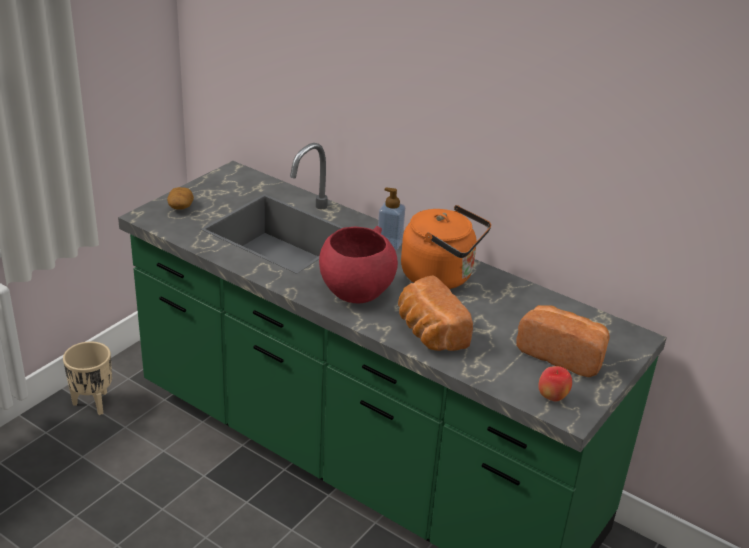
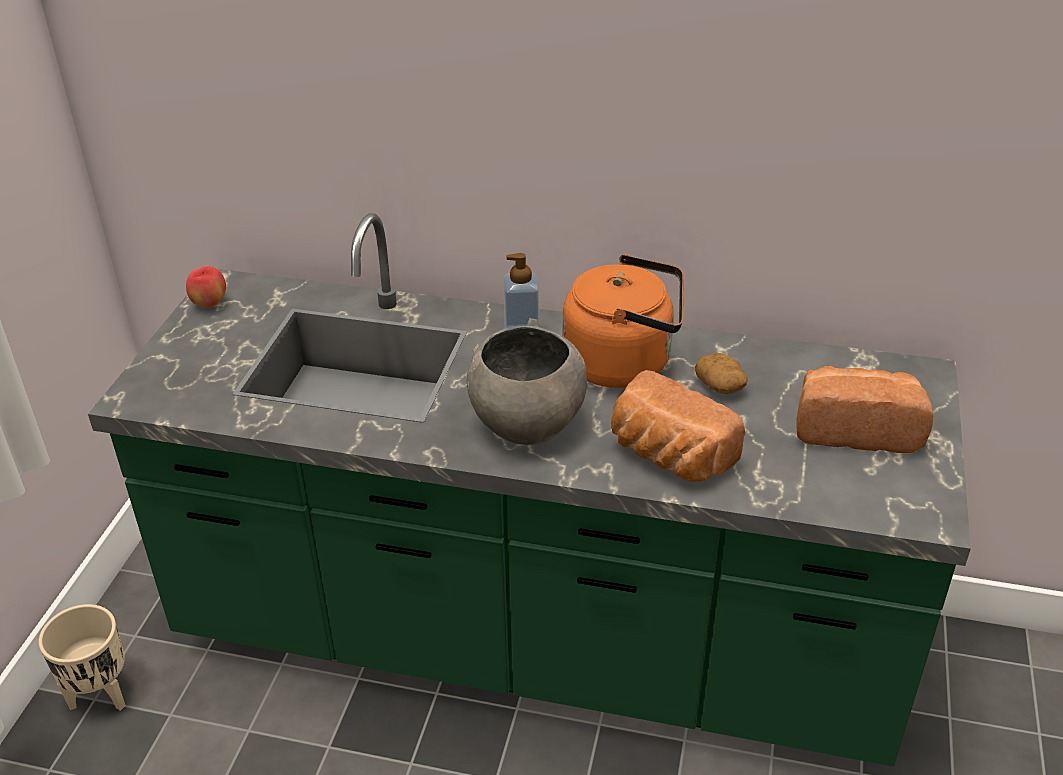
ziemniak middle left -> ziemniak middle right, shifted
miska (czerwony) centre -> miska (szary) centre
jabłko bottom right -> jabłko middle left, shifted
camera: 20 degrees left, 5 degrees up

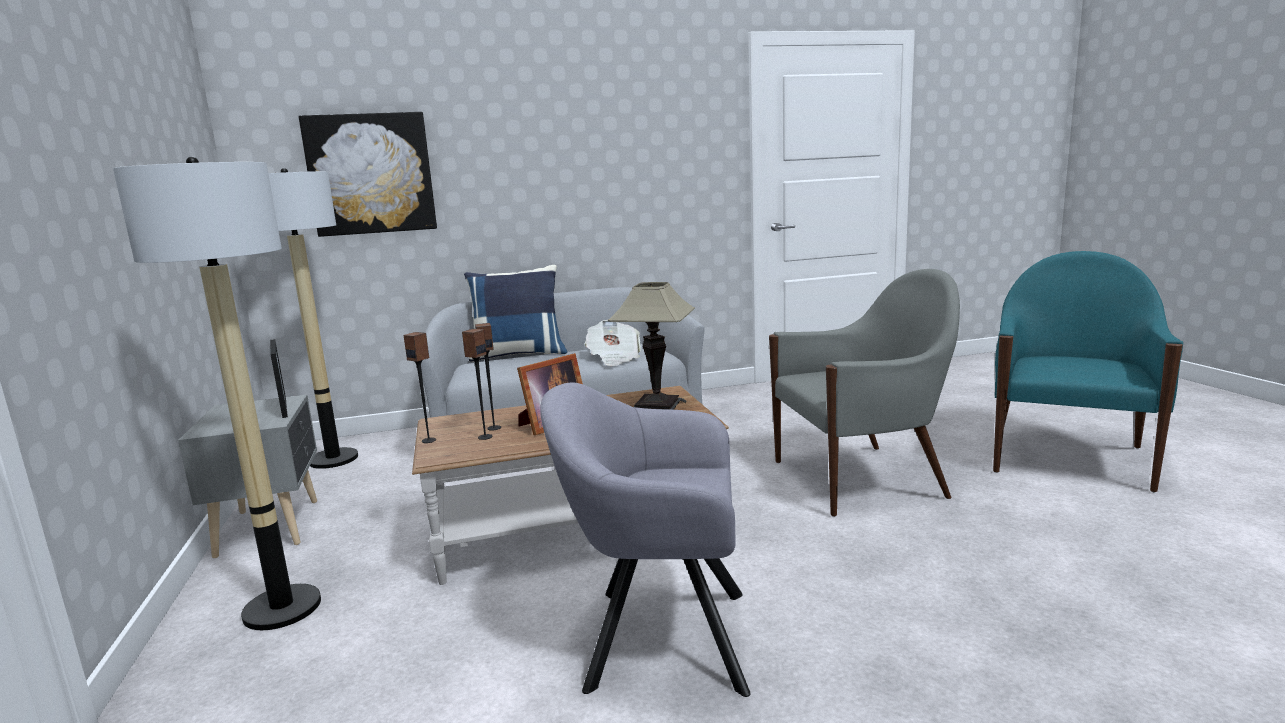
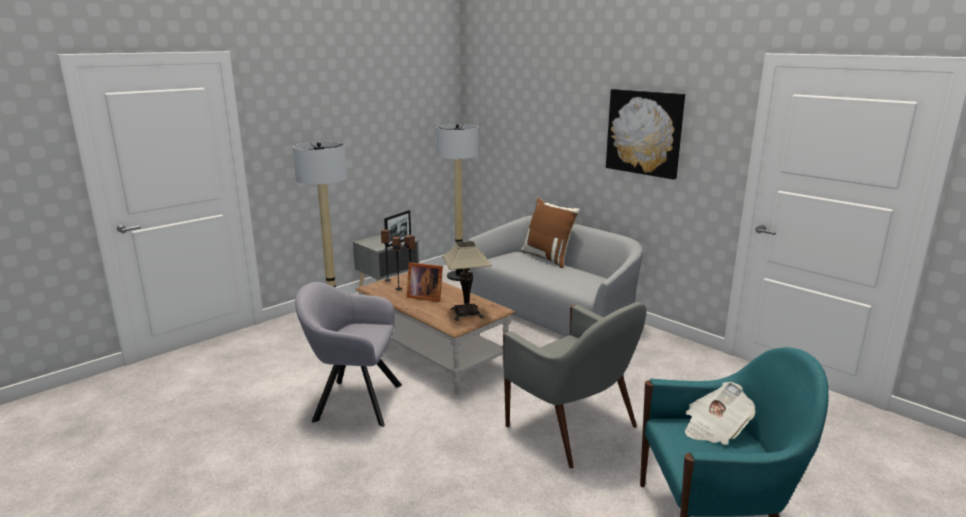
obraz top left -> obraz top right, shifted
poduszka (niebieski) centre -> poduszka (brązowy) centre
fotel (szary) (no. 1 from left) bottom centre, 60 degrees counterclockwise
gazeta centre -> gazeta bottom right, shifted
camera: 60 degrees right, 5 degrees up

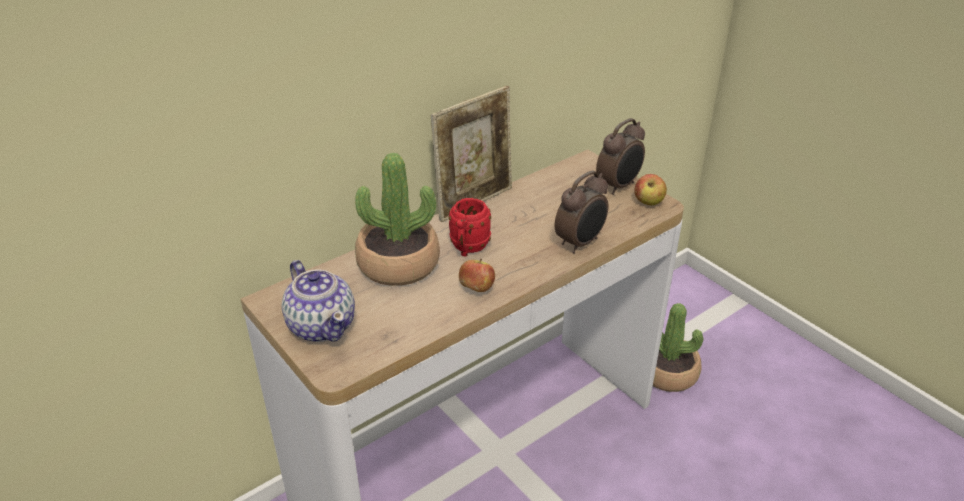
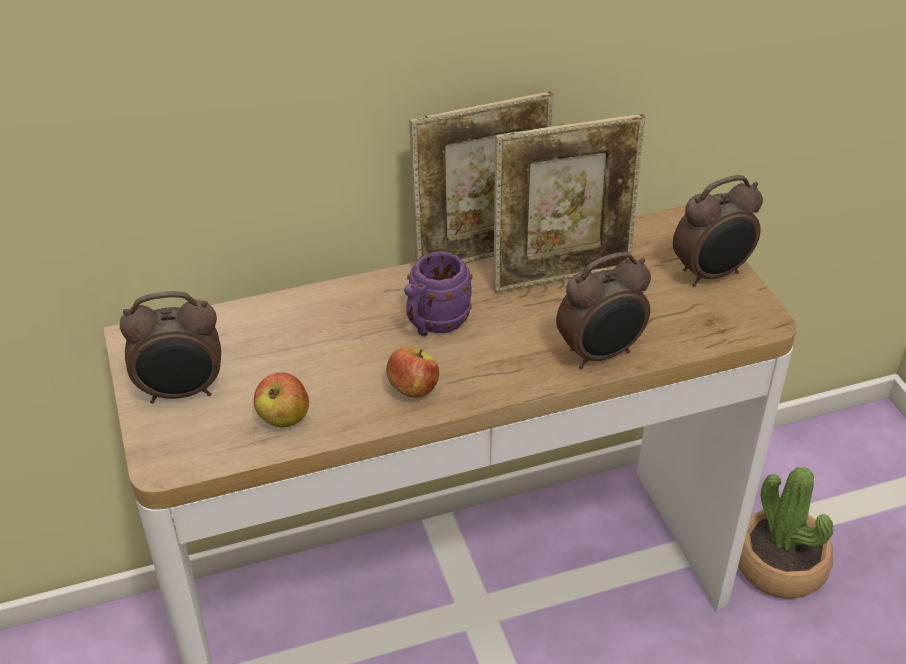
imbryk middle left -> budzik (no. 1 from left) middle left
roślina doniczkowa (no. 1 from left) centre -> none
kubek (czerwony) centre -> kubek (fioletowy) centre
jabłko (no. 2 from left in the first image) middle right -> jabłko (no. 1 from left) middle left, shifted
none -> ramka na zdjęcie (no. 2 from left) top centre
camera: 20 degrees right, 5 degrees up

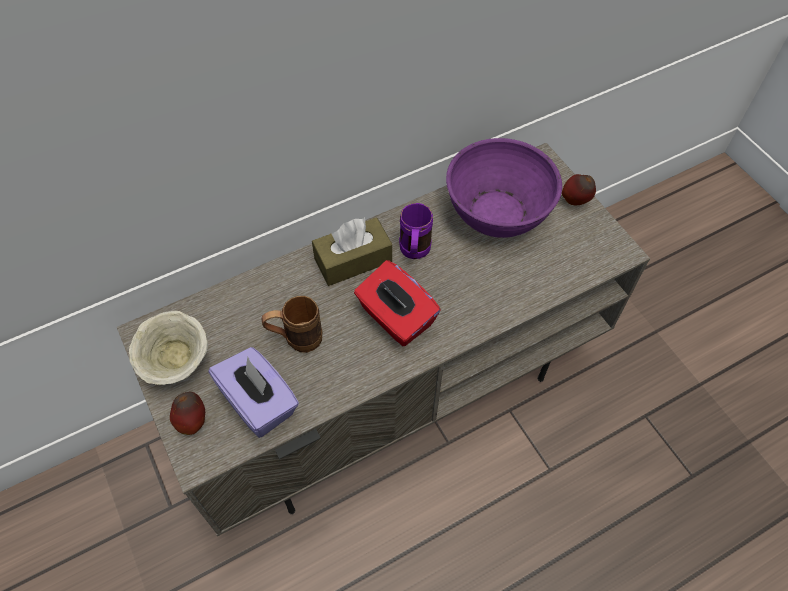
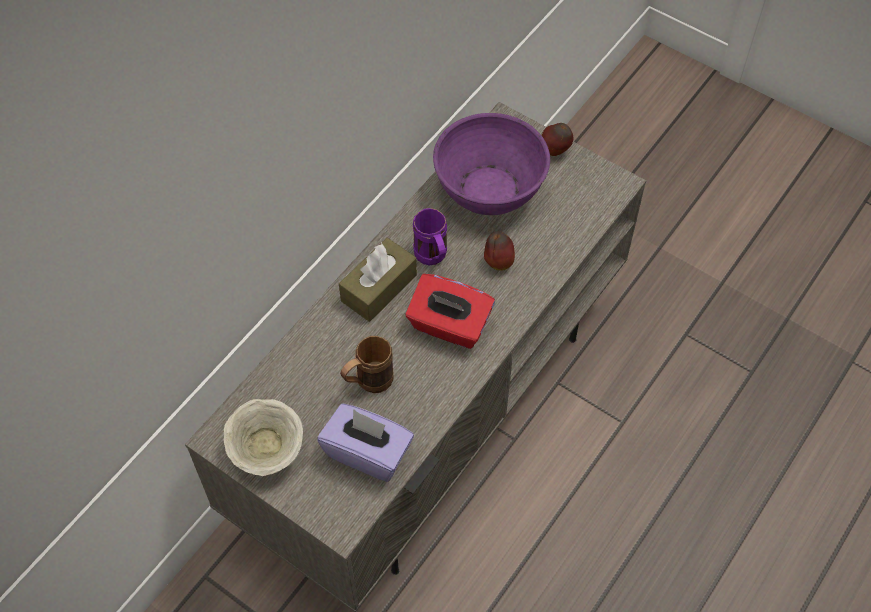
jabłko (no. 1 from left) bottom left -> jabłko (no. 1 from left) centre, shifted
camera: 25 degrees left, 0 degrees up

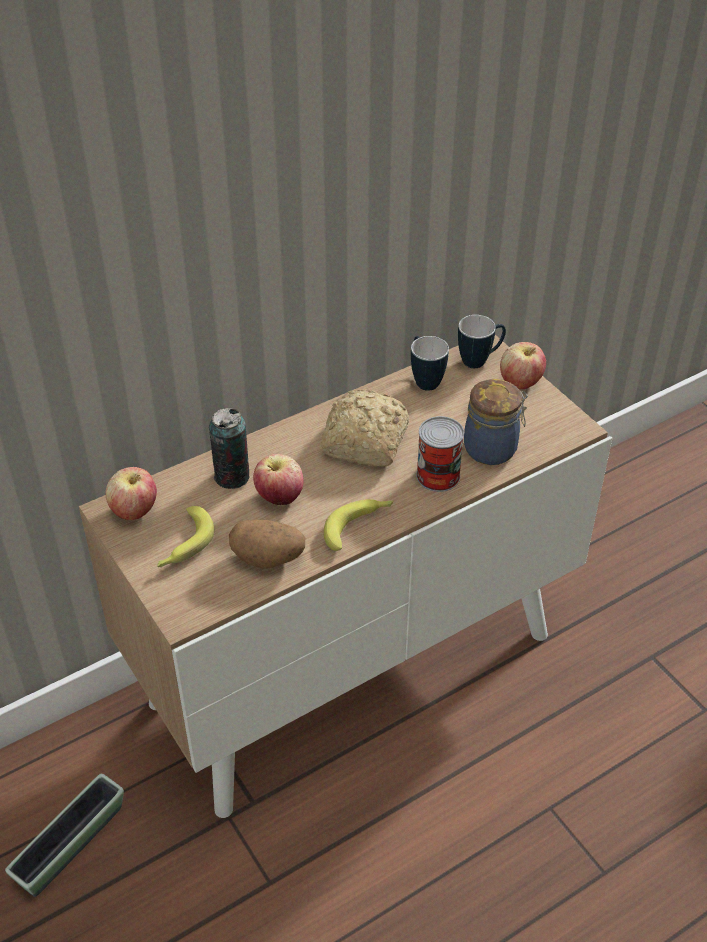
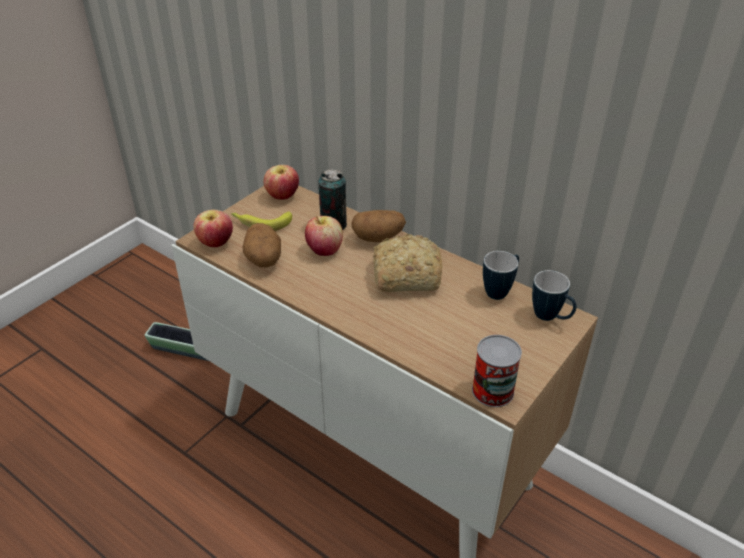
banan (no. 2 from left) centre -> none
puszka (no. 2 from left) centre -> puszka (no. 2 from left) middle right, shifted
słoik middle right -> none
jabłko (no. 3 from left in the first image) middle right -> jabłko (no. 1 from left) middle left, shifted
none -> ziemniak (no. 2 from left) centre
camera: 70 degrees right, 5 degrees down

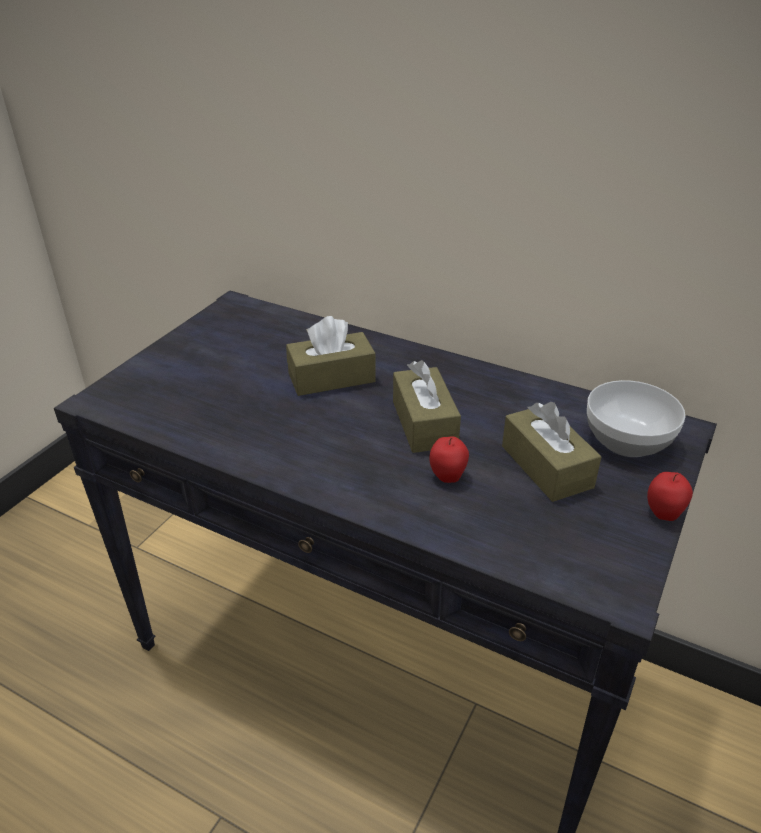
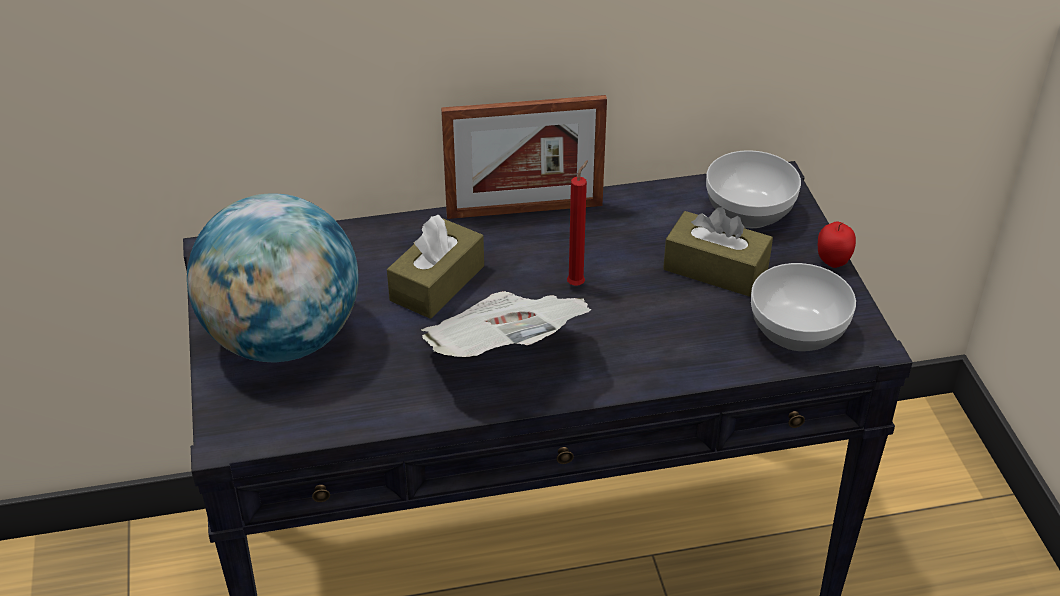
pudełko chusteczek (brązowy) (no. 2 from left) centre -> świeca (czerwony) centre
jabłko (no. 1 from left) centre -> none
none -> globus middle left
none -> gazeta centre
none -> ramka na zdjęcie top centre
none -> miska (no. 2 from left) middle right
camera: 40 degrees left, 5 degrees up

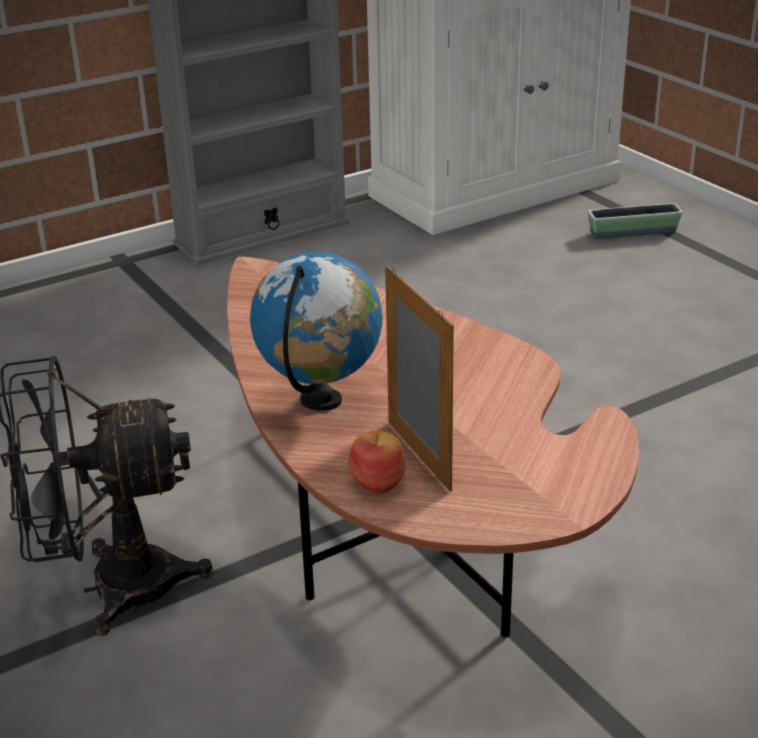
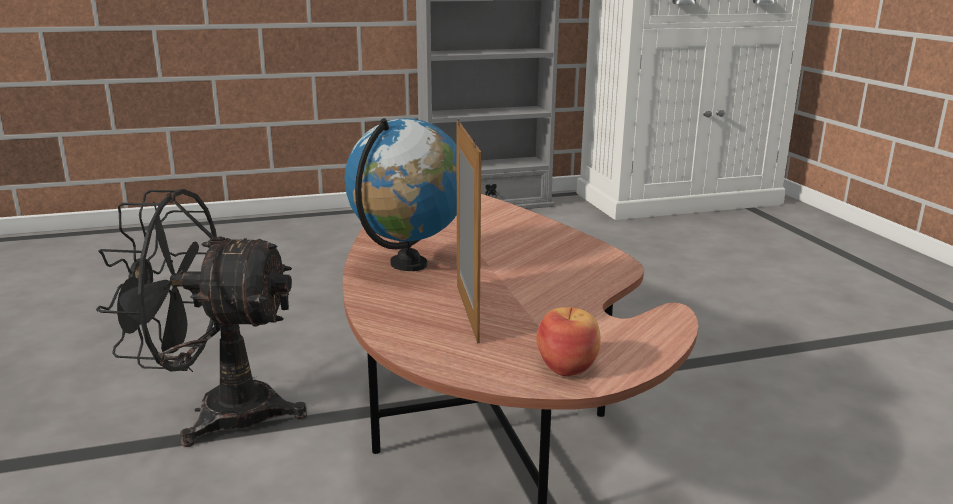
jabłko centre -> jabłko bottom centre, shifted
donica top right -> none
camera: 15 degrees right, 10 degrees down

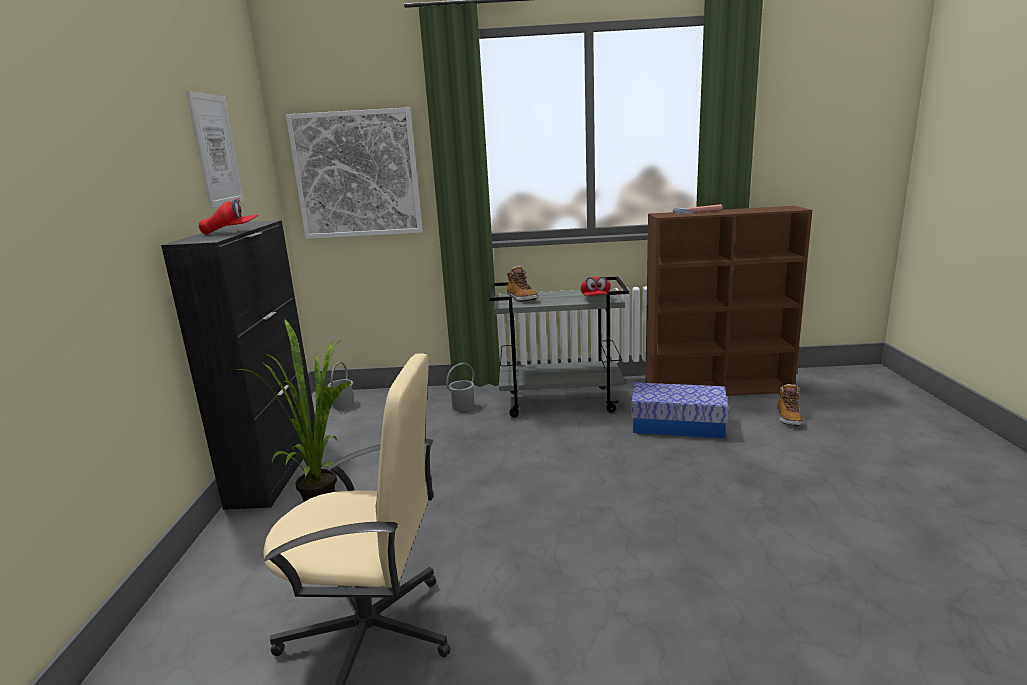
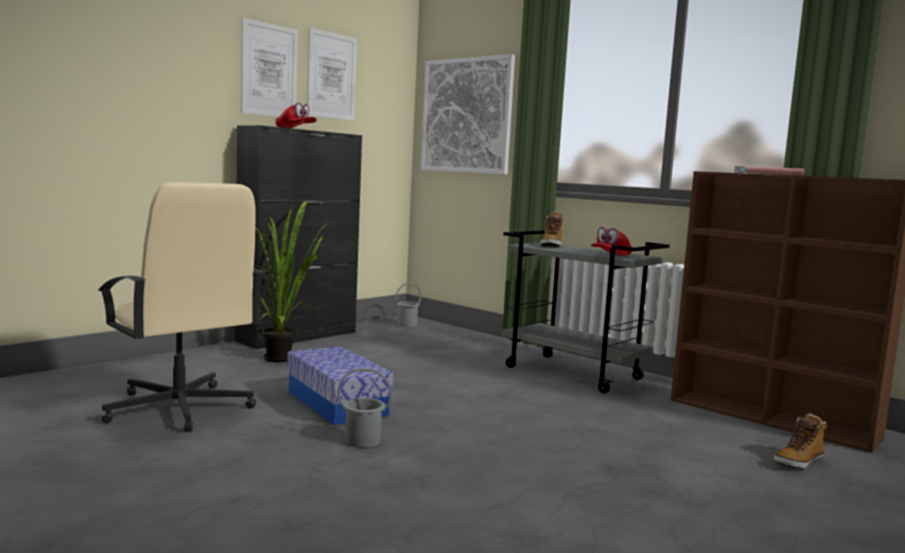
wiadro (szary) (no. 2 from left in the first image) centre -> wiadro (szary) (no. 1 from left) bottom centre, shifted
pojemnik do przechowywania centre -> pojemnik do przechowywania bottom centre, shifted
none -> obraz (no. 1 from left) top left
camera: 40 degrees right, 10 degrees down

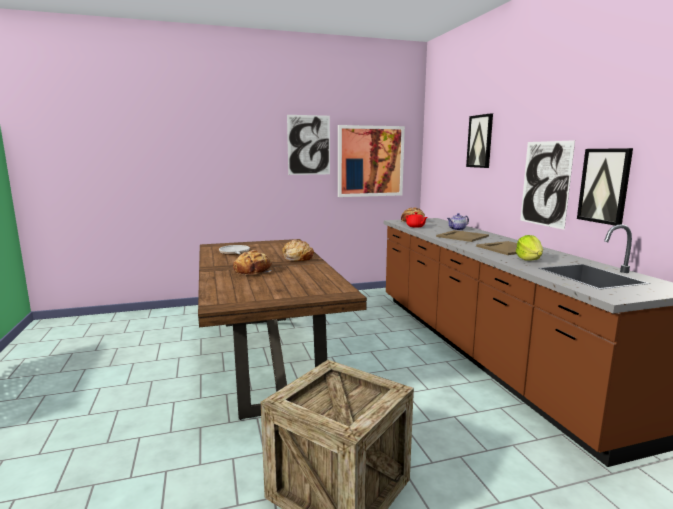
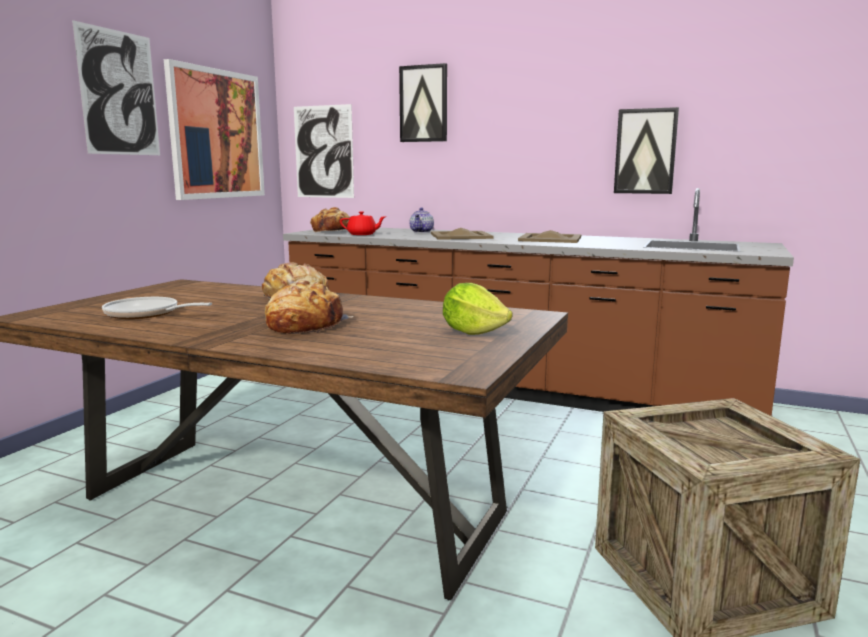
sałata middle right -> sałata centre, shifted
obraz (no. 4 from left in the first image) middle right -> obraz (no. 3 from left) top centre, shifted
camera: 50 degrees left, 0 degrees up

